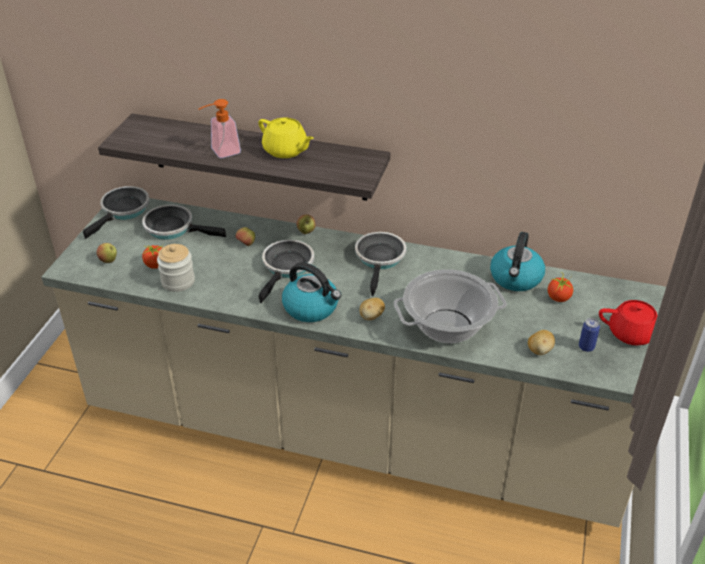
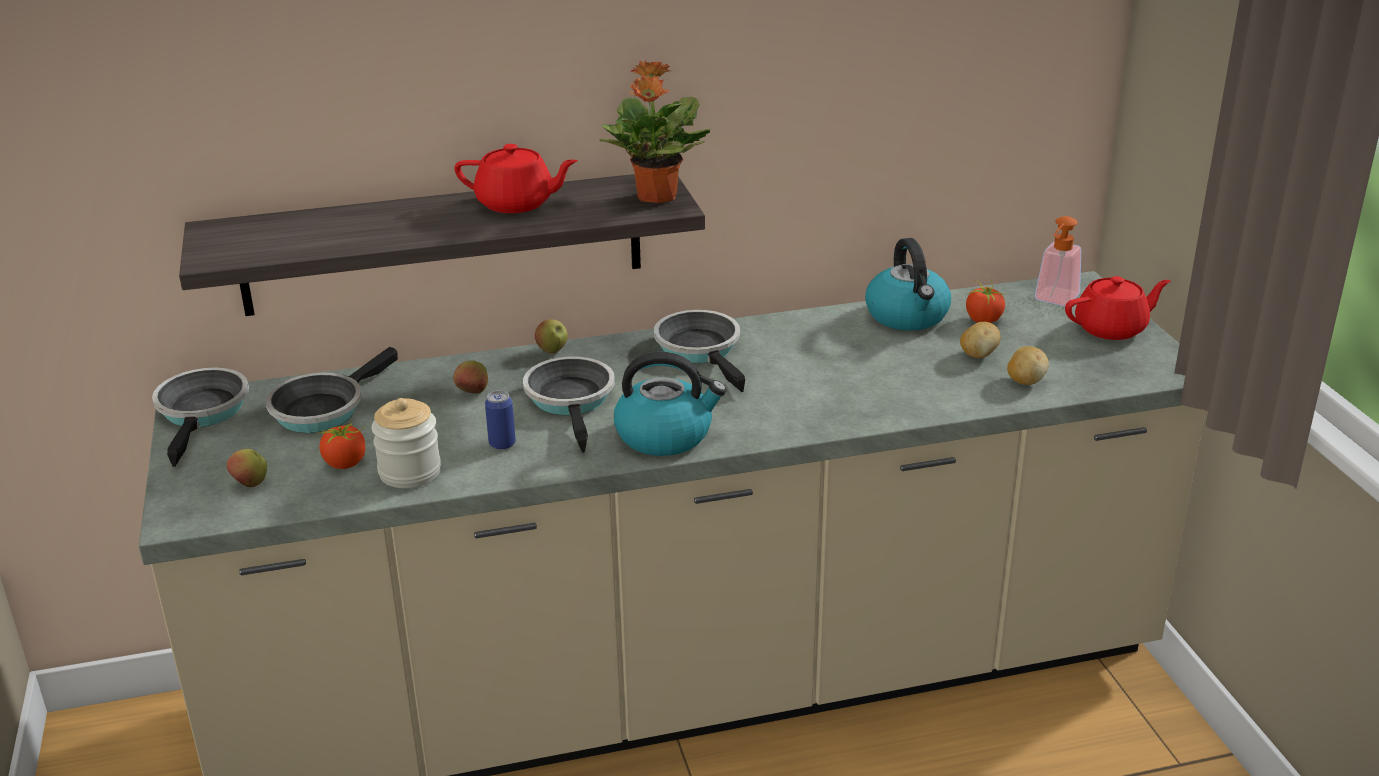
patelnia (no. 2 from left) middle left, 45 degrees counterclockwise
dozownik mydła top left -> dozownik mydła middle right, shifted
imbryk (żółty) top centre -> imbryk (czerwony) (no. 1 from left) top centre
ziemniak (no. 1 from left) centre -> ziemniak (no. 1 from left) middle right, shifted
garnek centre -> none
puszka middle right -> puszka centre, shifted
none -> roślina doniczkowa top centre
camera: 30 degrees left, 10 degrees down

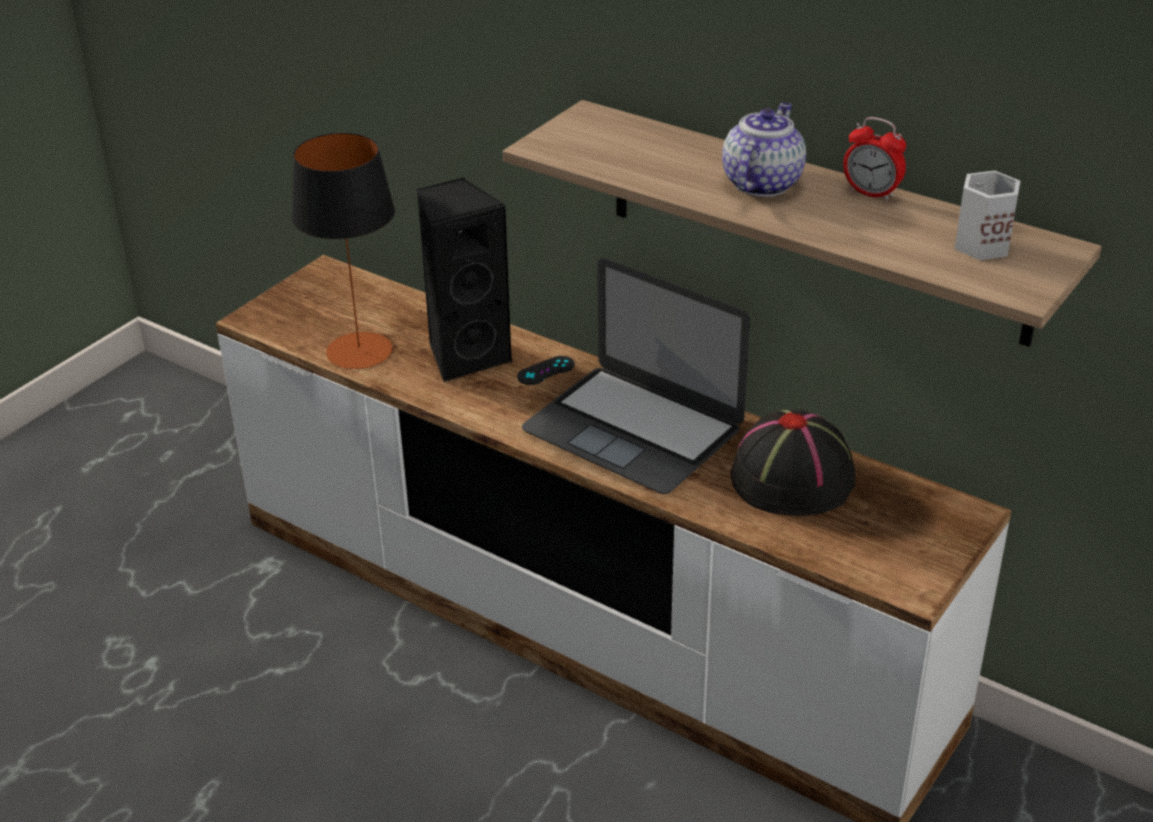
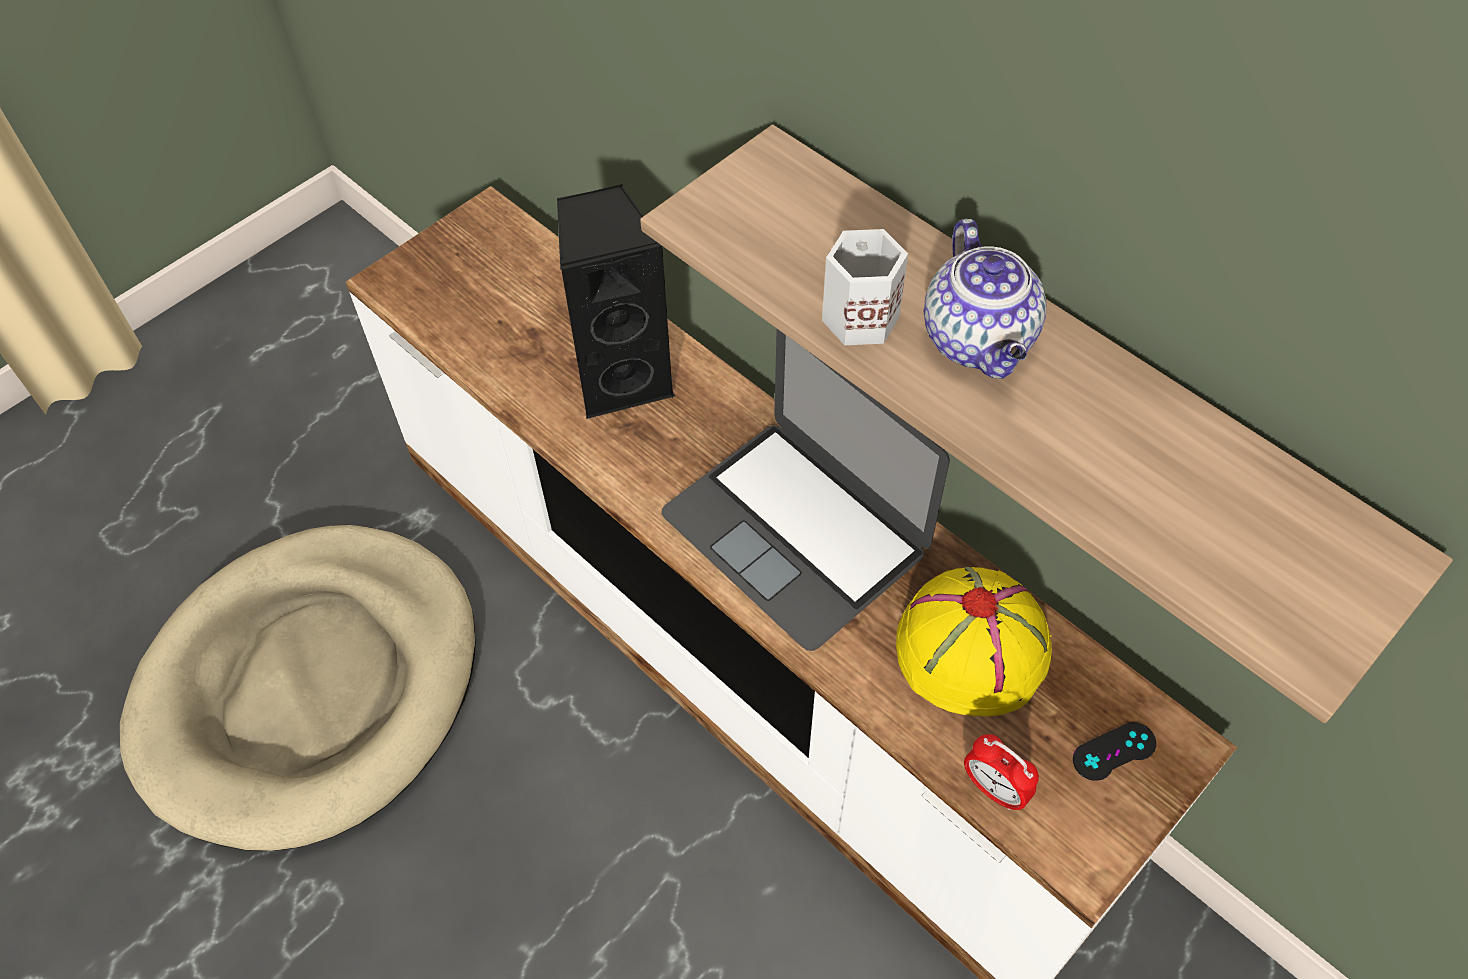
lampa stołowa top left -> none
pad do gier (czarny) centre -> pad do gier (czarny) bottom right, shifted
imbryk top centre -> imbryk top right, 135 degrees clockwise
kapelusz (czarny) middle right -> kapelusz (żółty) centre
budzik top right -> budzik bottom right, shifted
kubek (biały) top right -> kubek (biały) top centre, shifted
none -> legowisko (beżowy) bottom left
camera: 10 degrees right, 20 degrees up

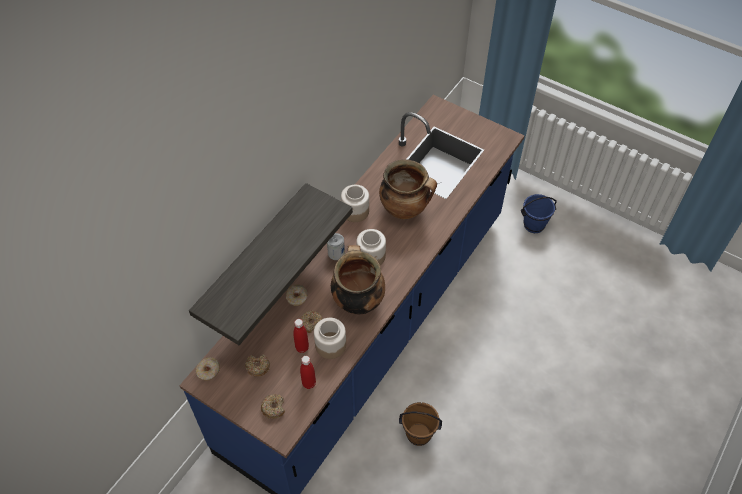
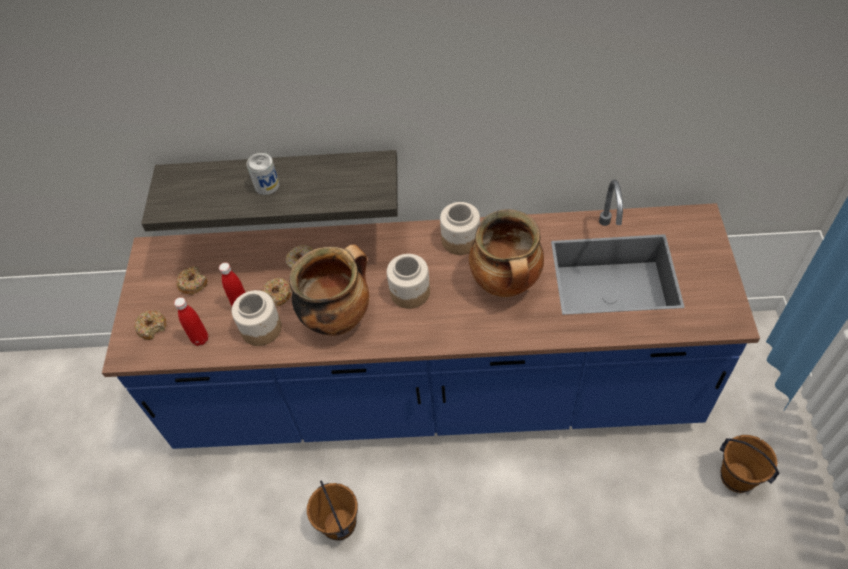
donut (no. 1 from left) bottom left -> none
puszka centre -> puszka top left, shifted
wiadro (niebieski) middle right -> wiadro (brązowy) (no. 2 from left) bottom right
camera: 60 degrees right, 0 degrees up

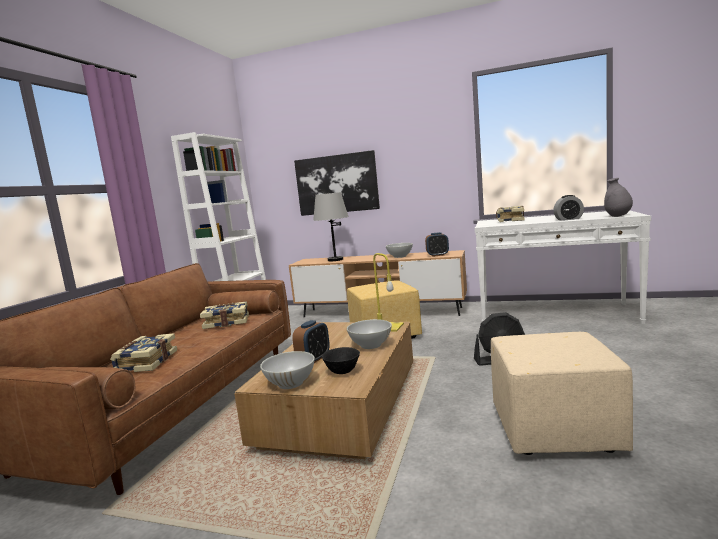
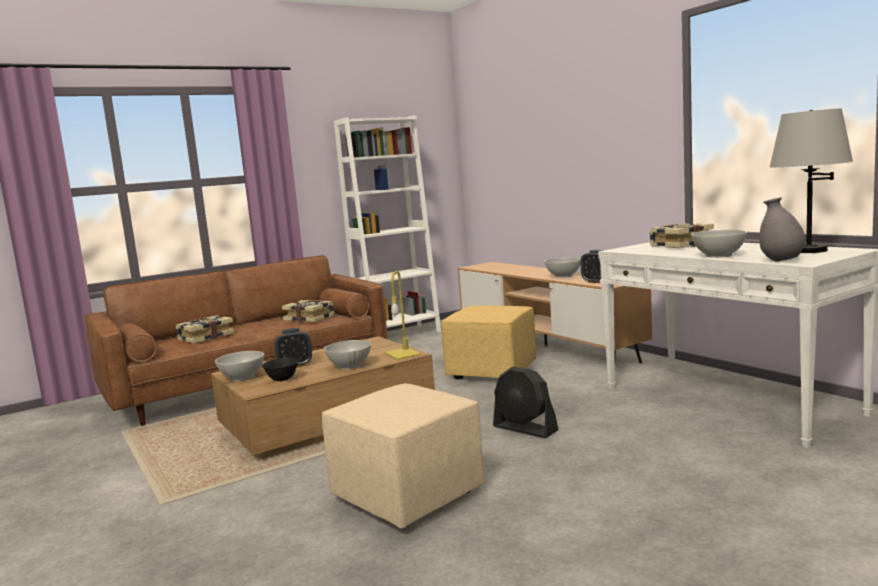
obraz centre -> none
lampa stołowa (szary) centre -> lampa stołowa (szary) top right, shifted
budzik (no. 3 from left) middle right -> miska (biały) (no. 4 from left) middle right
camera: 40 degrees right, 0 degrees up

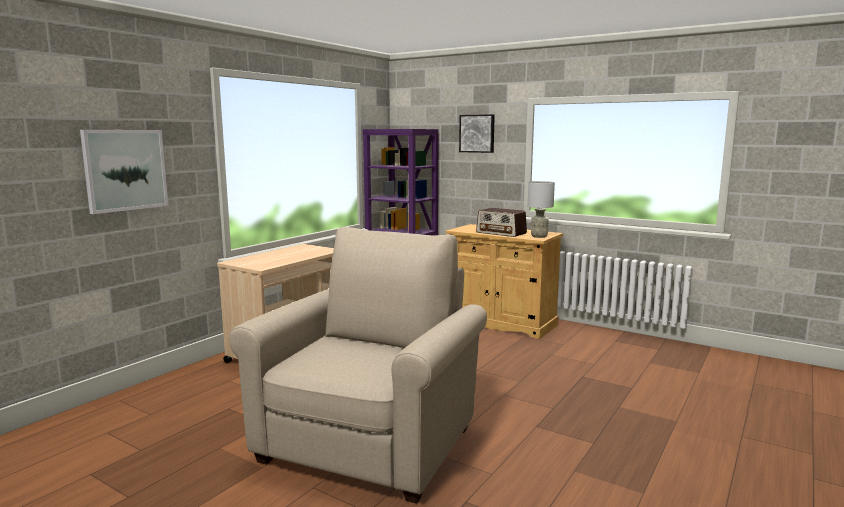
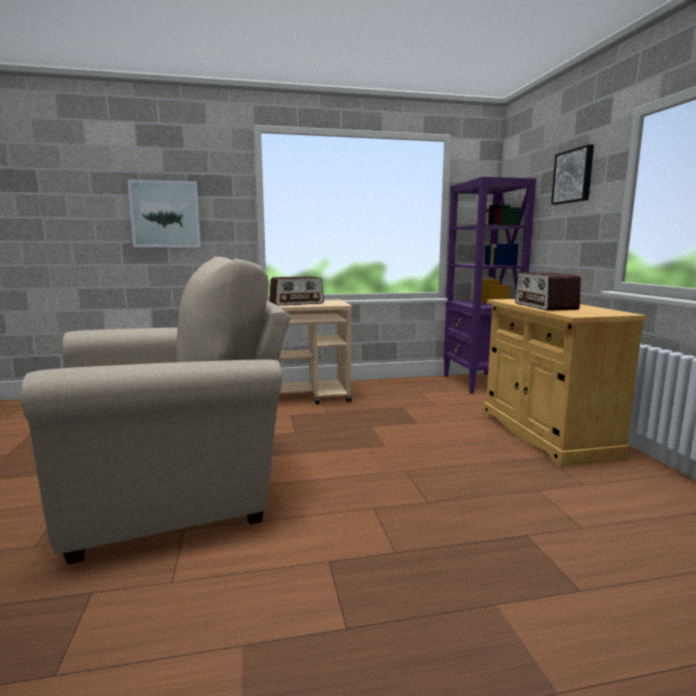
lampa stołowa (szary) centre -> none
none -> radio (no. 1 from left) centre
camera: 45 degrees right, 0 degrees up

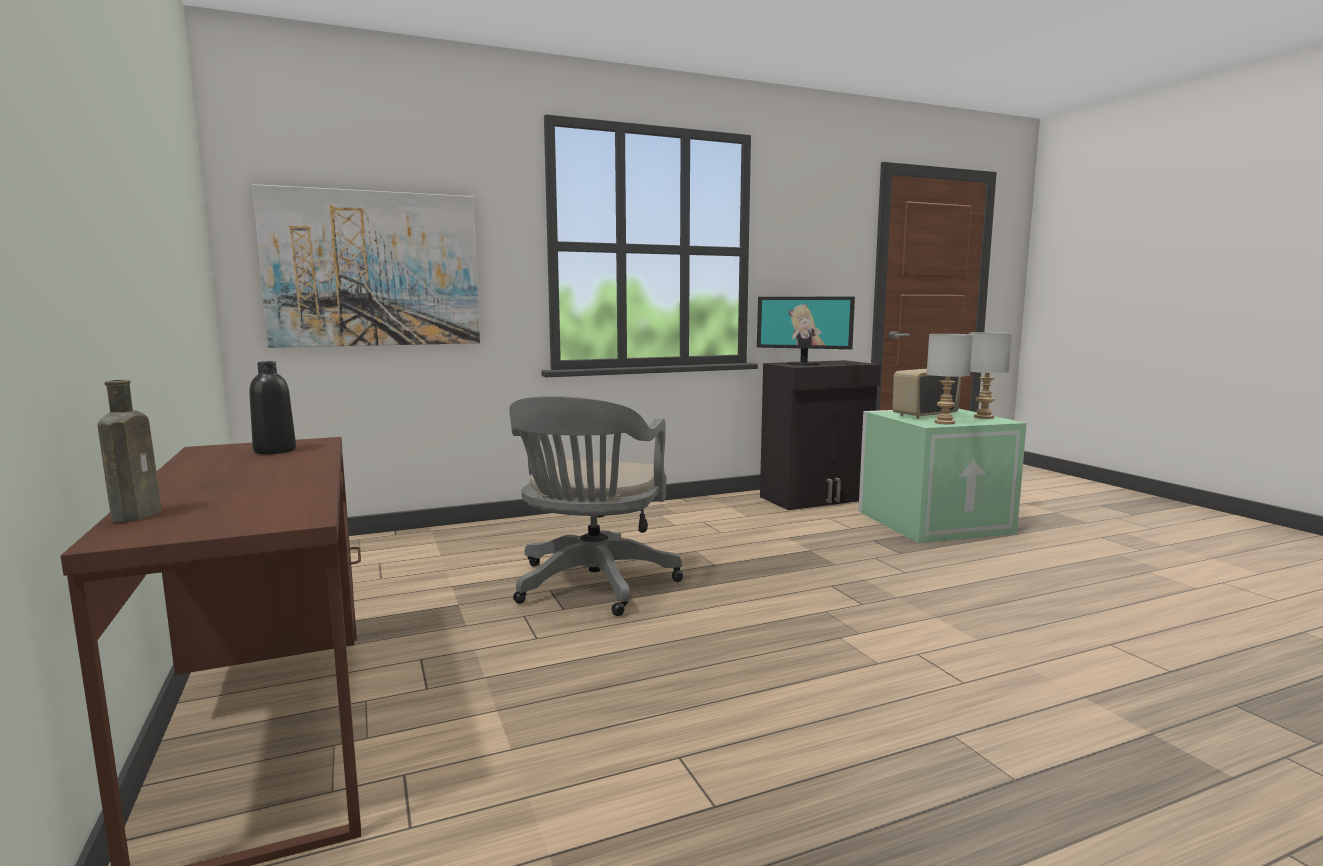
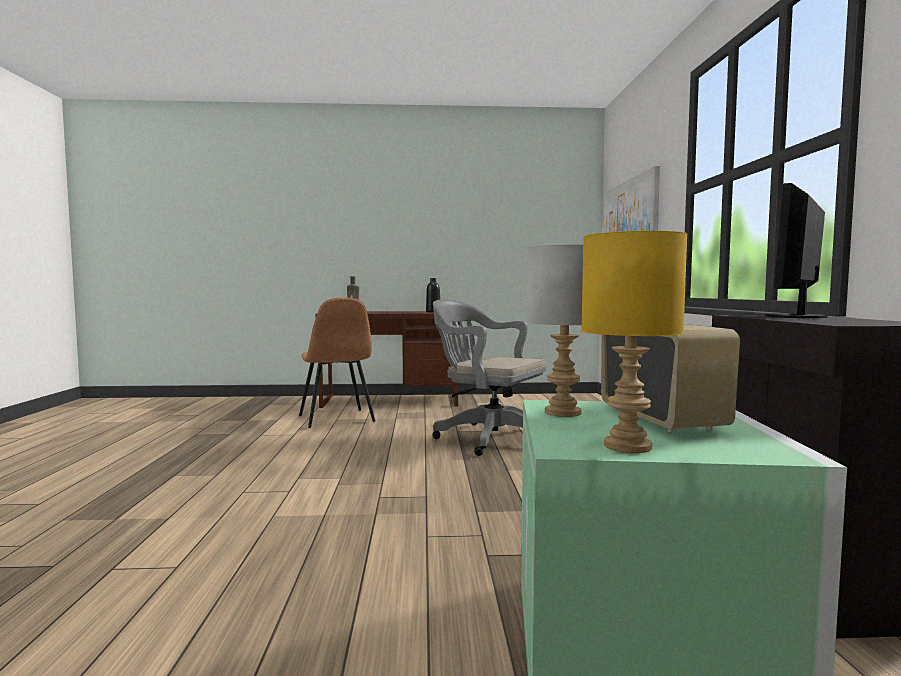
lampa stołowa (szary) (no. 2 from left) middle right -> lampa stołowa (żółty) middle right
none -> krzesło (brązowy) centre
camera: 110 degrees right, 5 degrees down

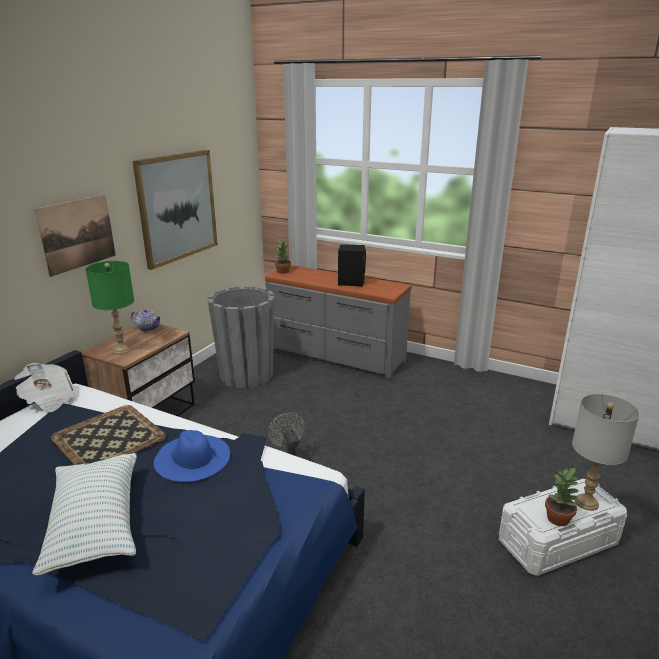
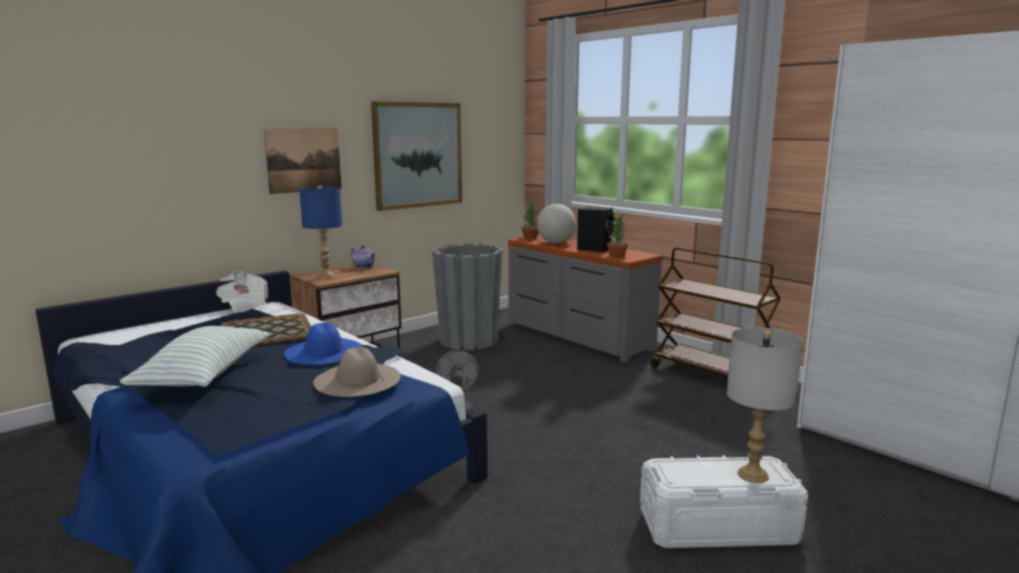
lampa stołowa (zielony) middle left -> lampa stołowa (niebieski) middle left
roślina doniczkowa (no. 2 from left) bottom right -> roślina doniczkowa (no. 2 from left) centre, shifted
none -> kapelusz (beżowy) centre
none -> globus centre
none -> wózek (brązowy) middle right
camera: 20 degrees right, 10 degrees down

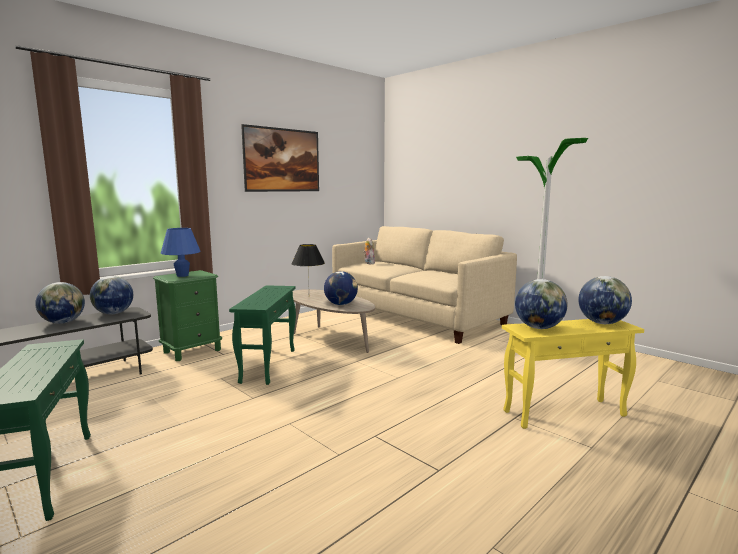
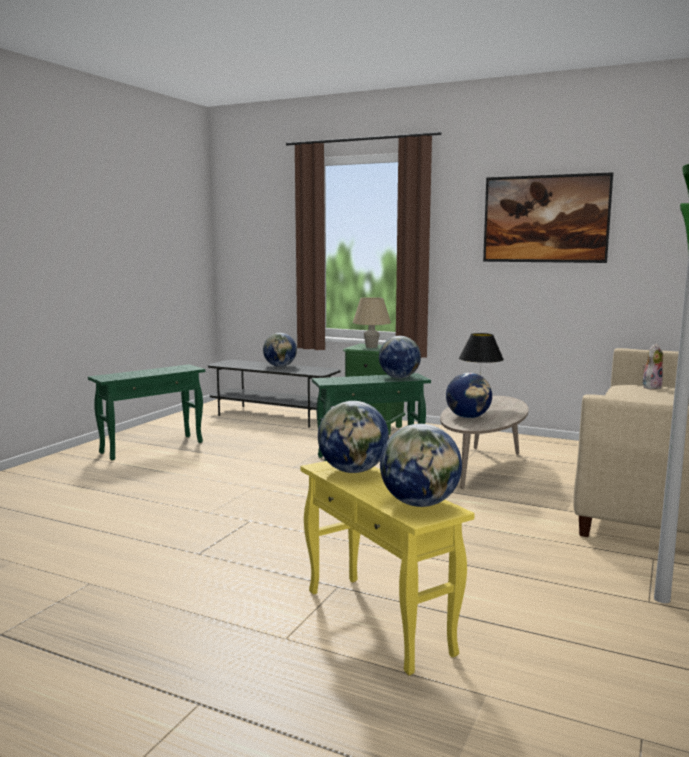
globus (no. 2 from left in the first image) middle left -> globus (no. 3 from left) centre, shifted
lampa stołowa (niebieski) middle left -> lampa stołowa (beżowy) centre
camera: 70 degrees right, 0 degrees up

